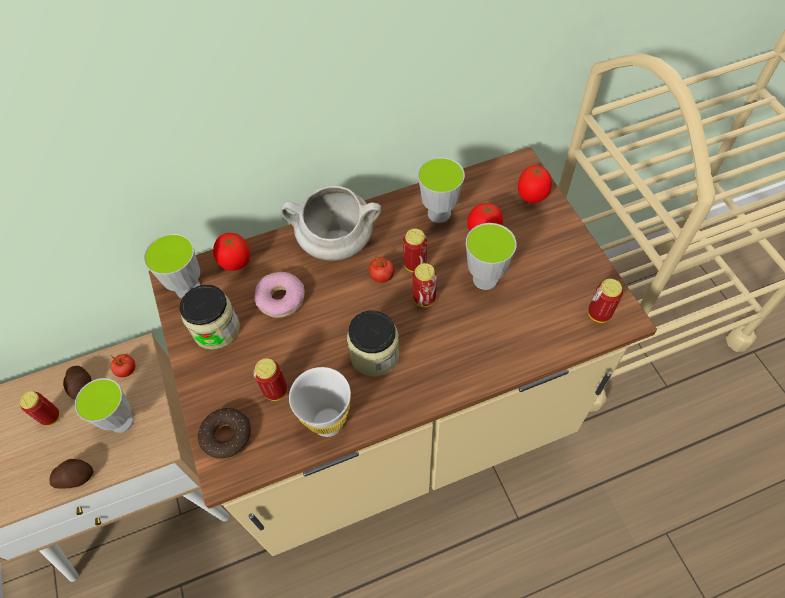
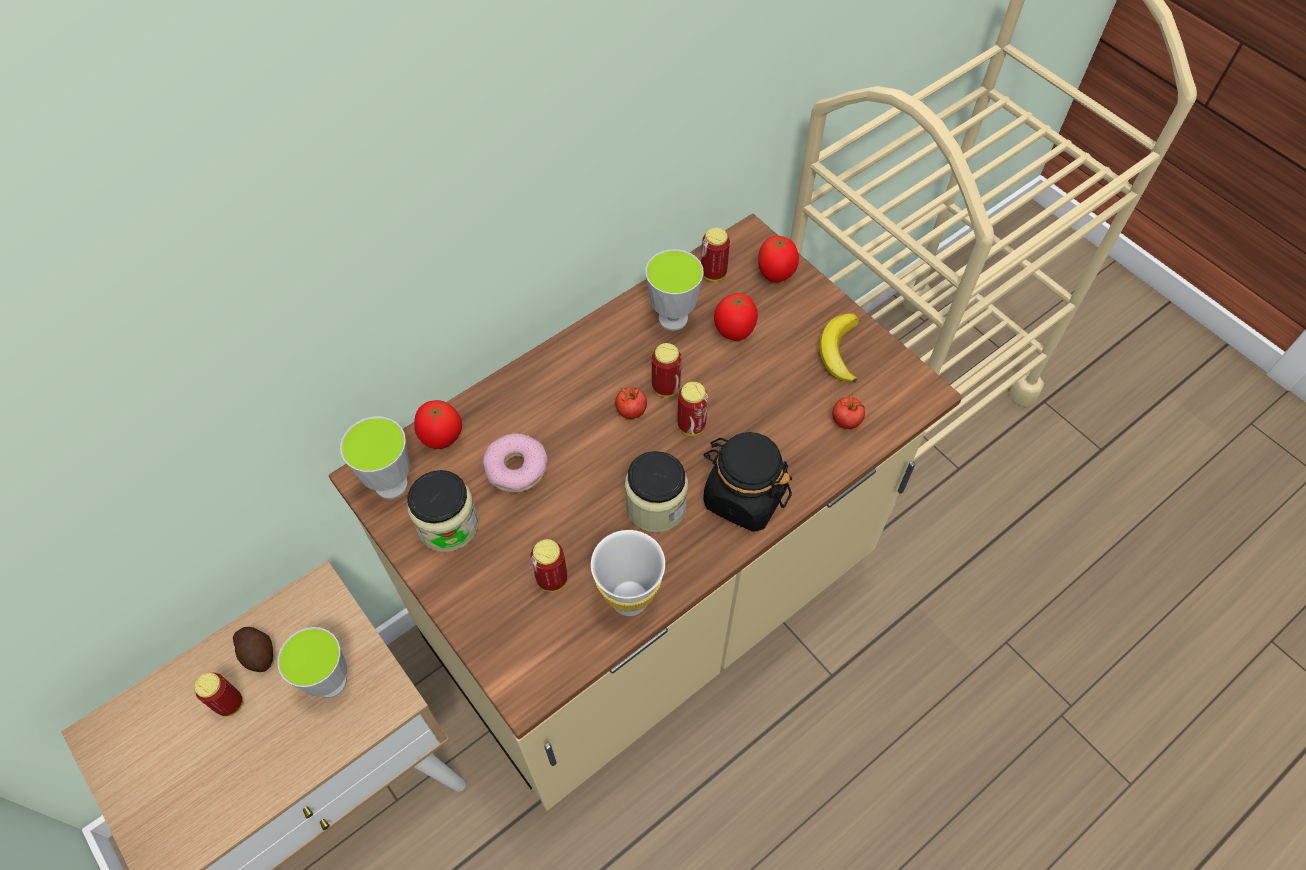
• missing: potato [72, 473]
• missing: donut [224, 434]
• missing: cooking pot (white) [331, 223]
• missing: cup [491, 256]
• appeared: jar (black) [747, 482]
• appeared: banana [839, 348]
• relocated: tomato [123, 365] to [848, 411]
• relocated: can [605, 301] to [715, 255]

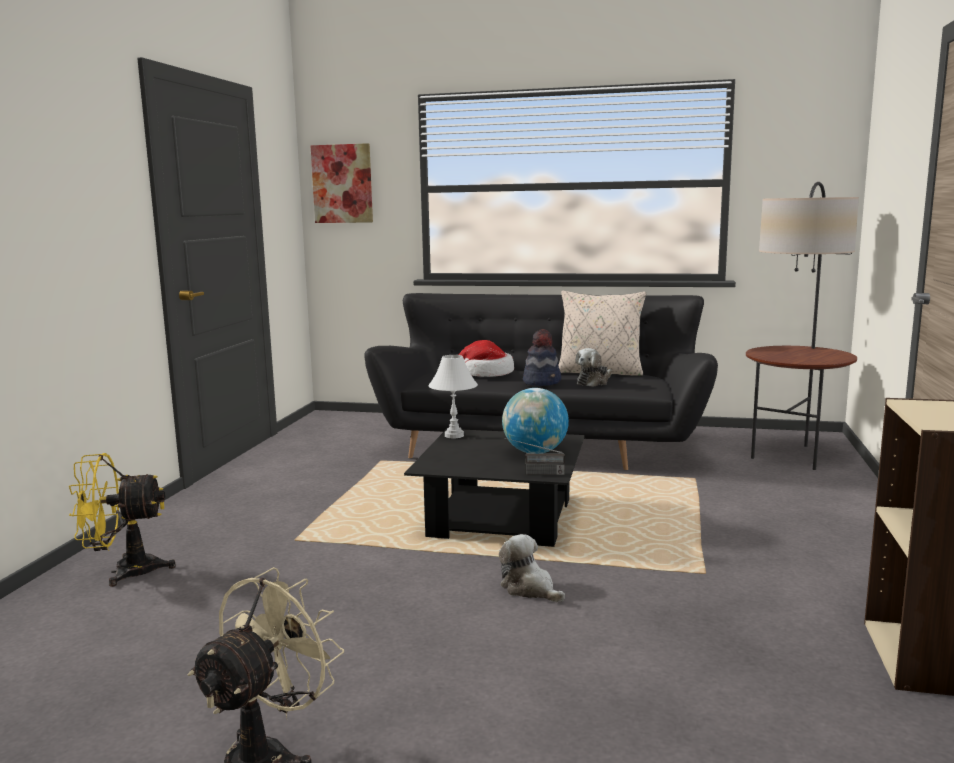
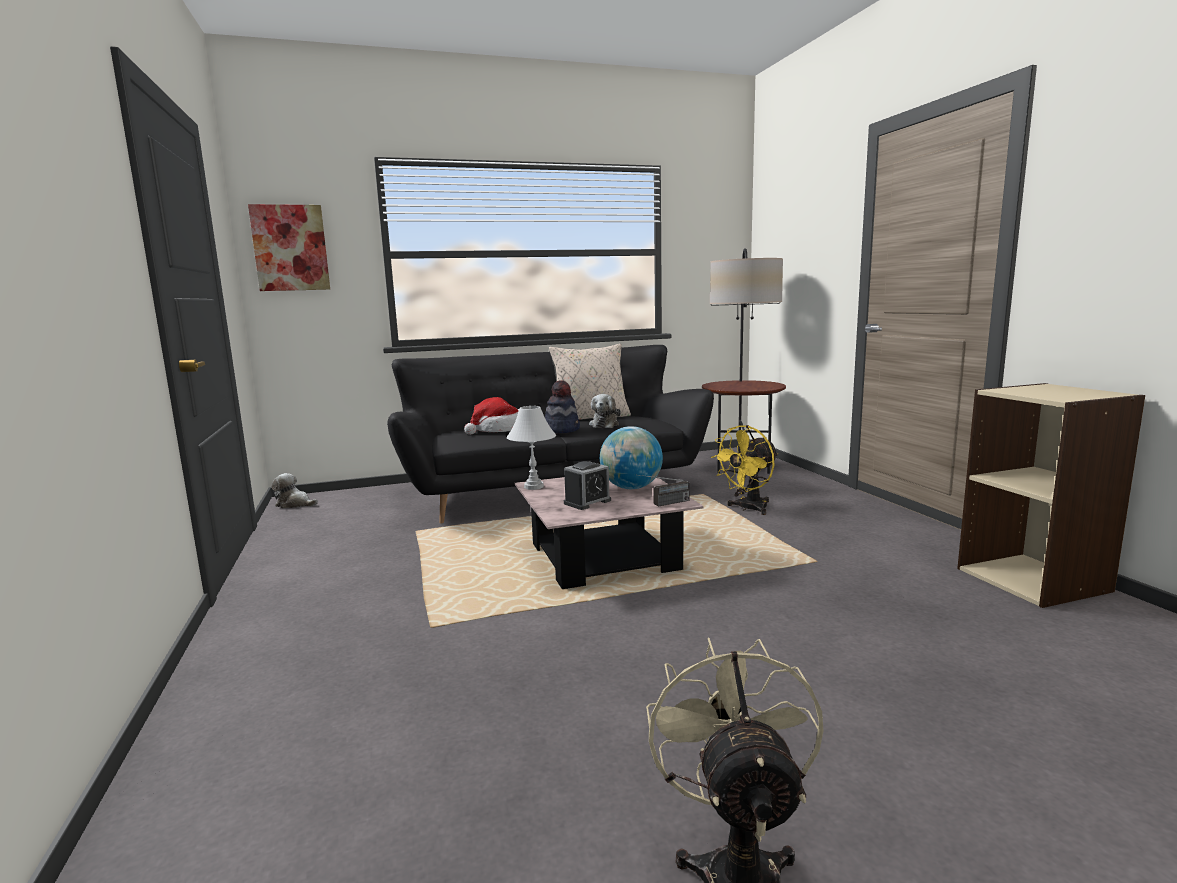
• appeared: alarm clock [587, 485]
• relocated: fan (yellow) [122, 520] to [744, 470]
• relocated: plush toy [532, 568] to [295, 491]
• colour: coffee table (black) [494, 488] to coffee table (pink) [609, 533]

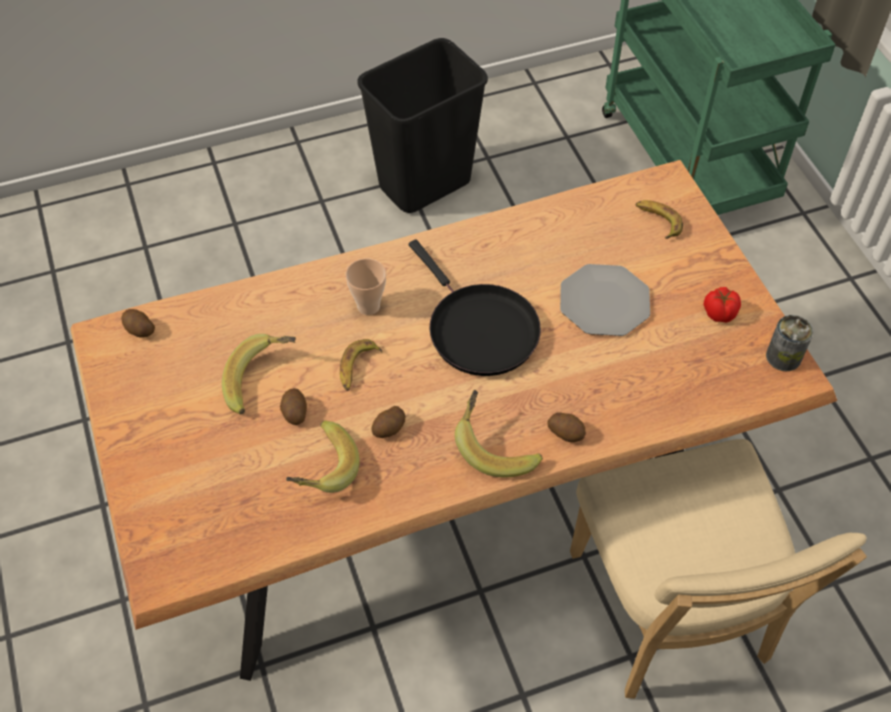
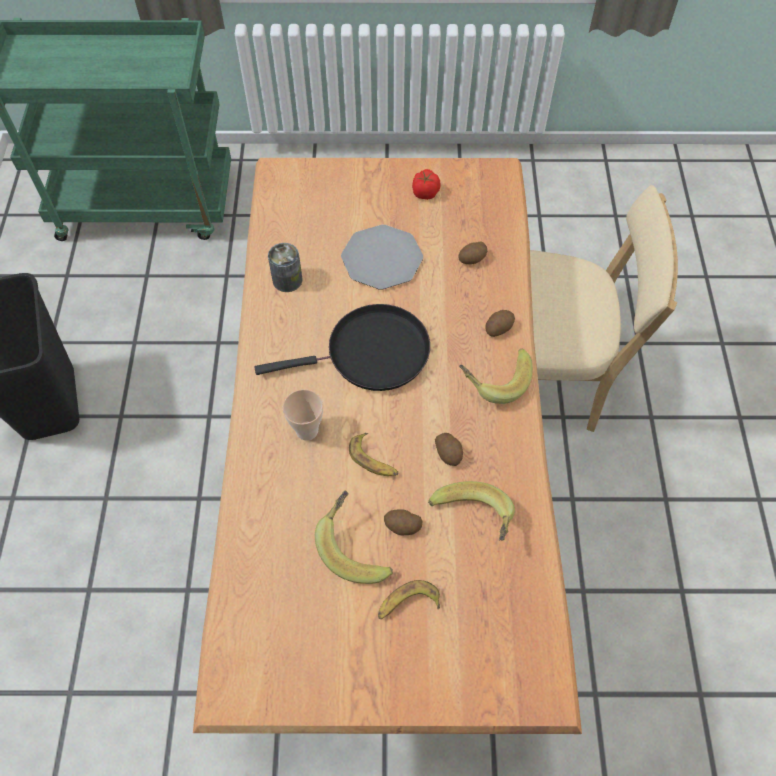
• relocated: potato [138, 323] to [472, 252]
• relocated: banana [659, 219] to [409, 599]
• relocated: can [789, 343] to [285, 267]

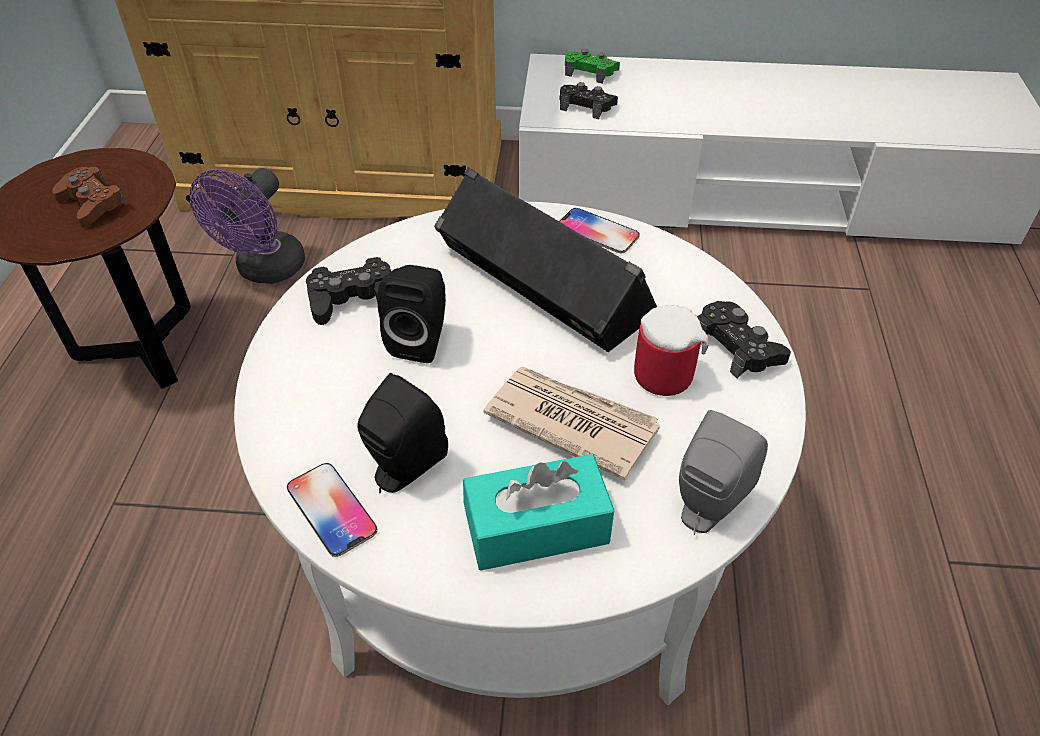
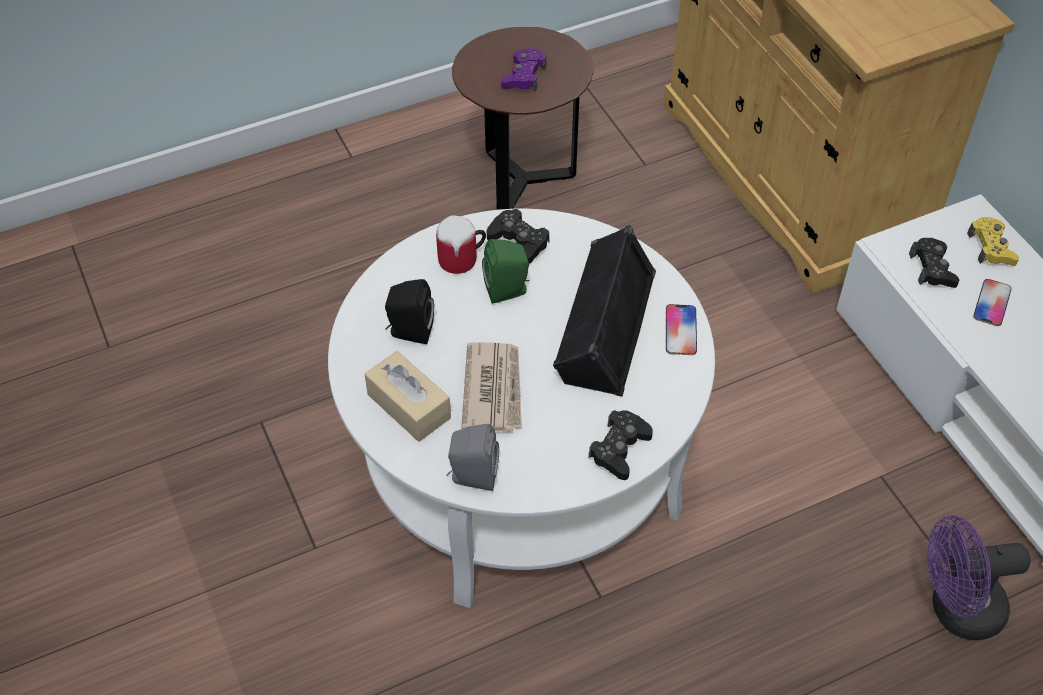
• relocated: fan (purple) [247, 226] to [978, 577]
• relocated: phone [332, 510] to [992, 302]
• relocated: mug [671, 350] to [461, 244]
• colour: game controller (brown) [89, 197] to game controller (purple) [523, 70]
• colour: speaker (black) [411, 314] to speaker (green) [506, 271]
• colour: tissue box (turquoise) [538, 512] to tissue box (beige) [408, 396]
• colour: game controller (green) [592, 66] to game controller (yellow) [993, 241]

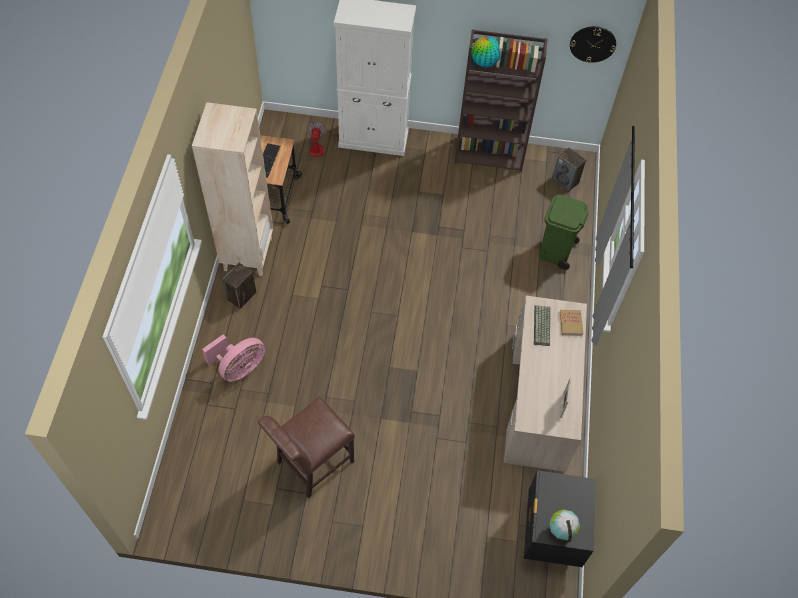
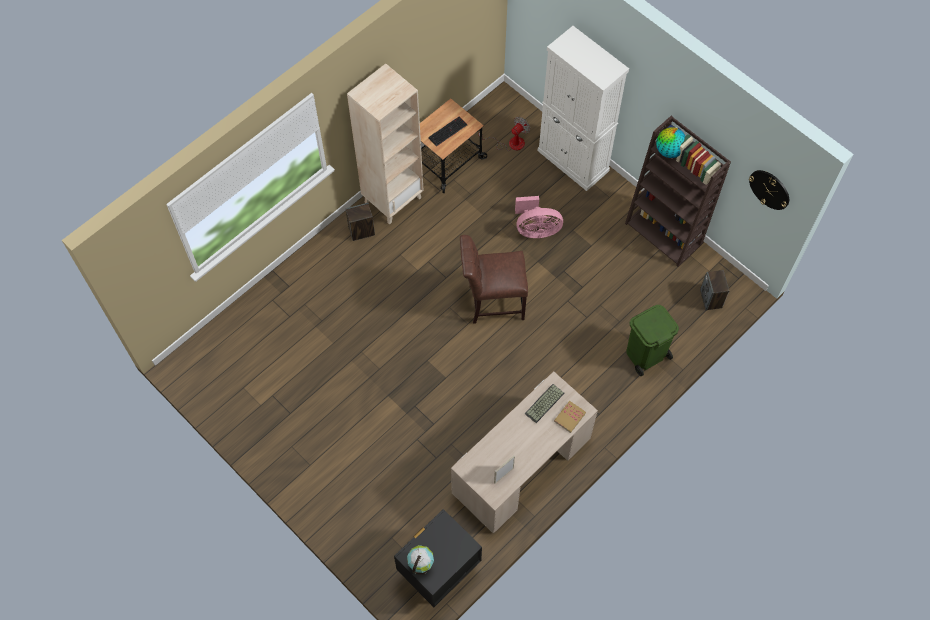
• relocated: fan (pink) [233, 358] to [539, 217]
• relocated: chair (brown) [306, 447] to [494, 279]

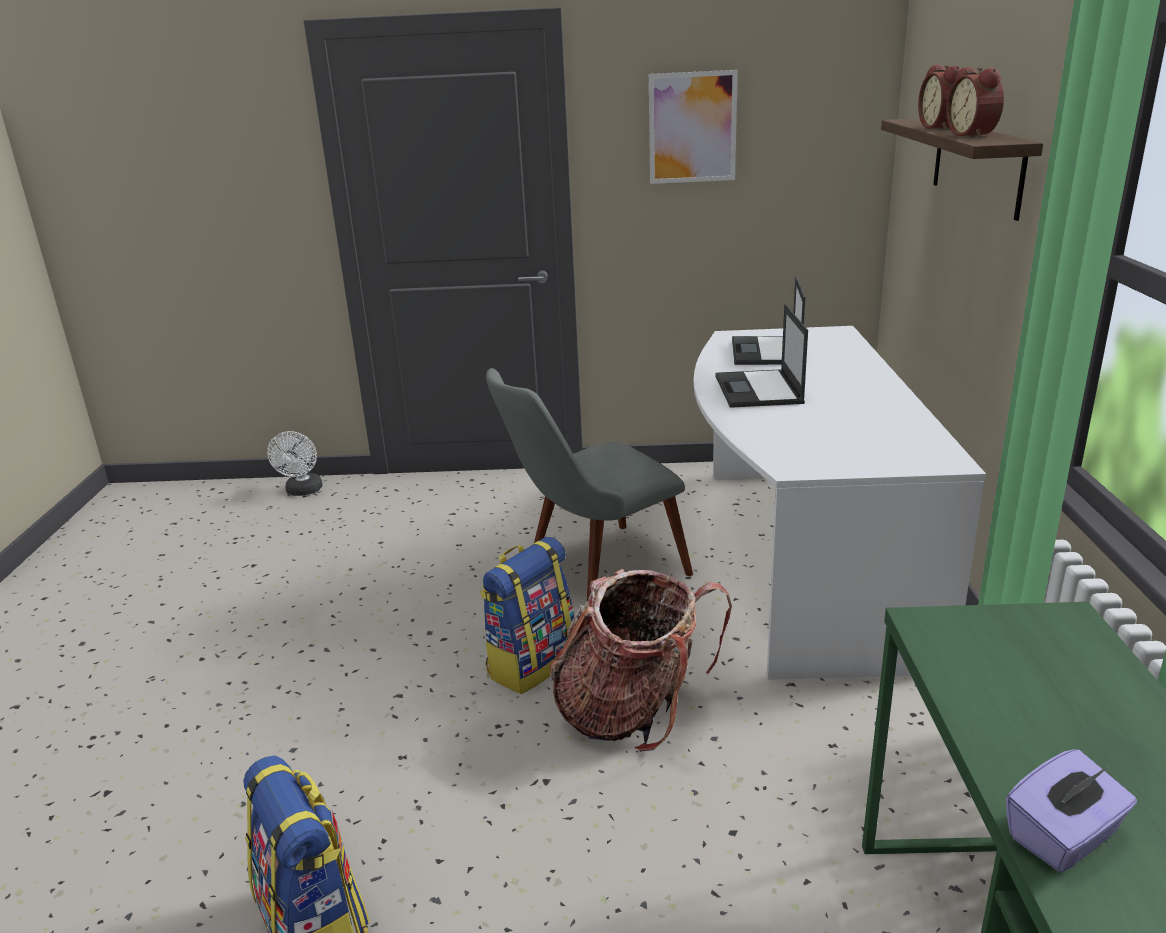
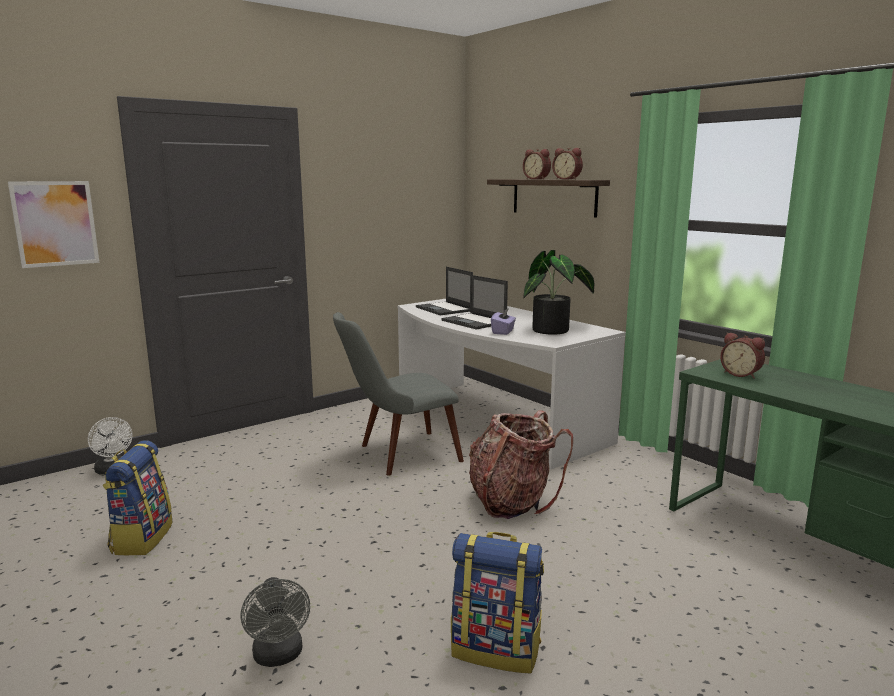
• appeared: fan (grey) [275, 622]
• appeared: potted plant [559, 292]
• appeared: alarm clock [742, 355]
• relocated: backpack [527, 615] to [138, 497]
• relocated: picture [693, 127] to [54, 224]
• relocated: tissue box (purple) [1071, 810] to [503, 321]
• spun: chair (grey) [589, 484] = [398, 394] 45 degrees clockwise

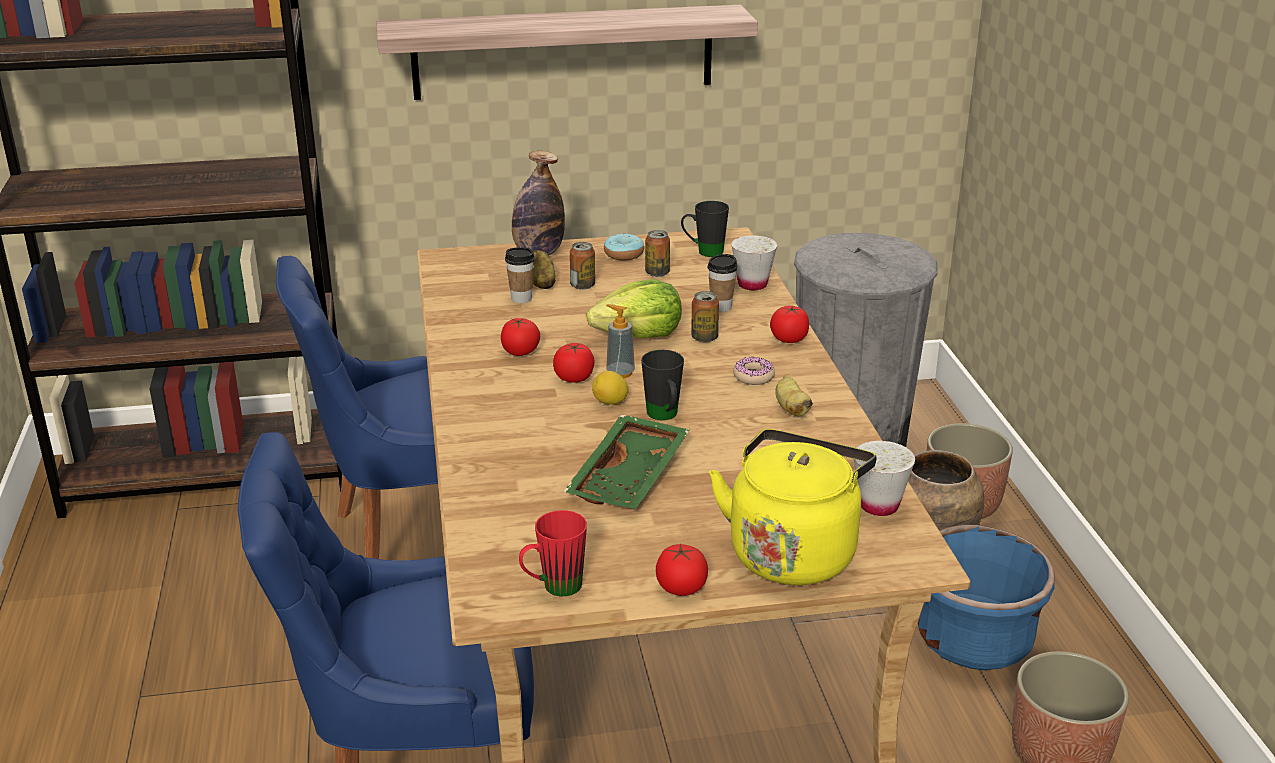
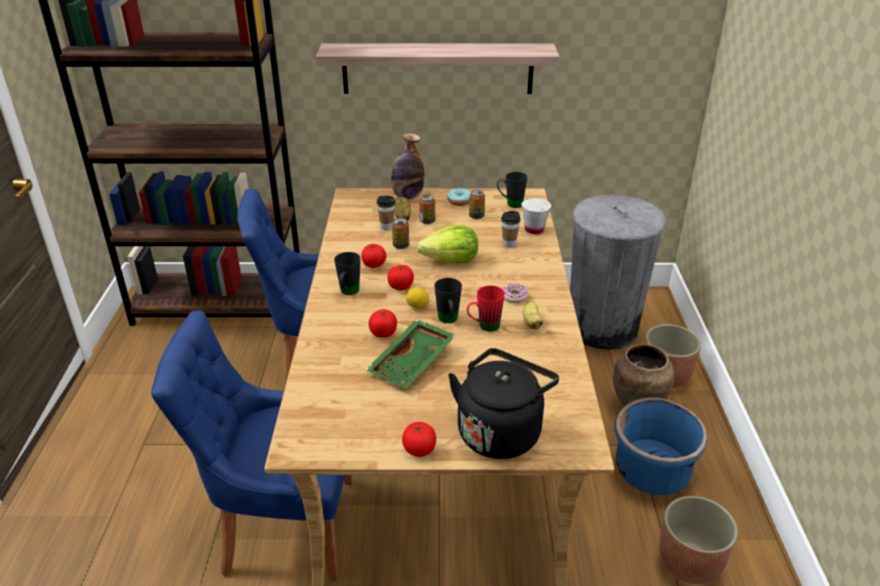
• missing: soap dispenser [620, 341]
• missing: cup (white) [884, 478]
• appeared: mug (black) [347, 273]
• relocated: mug (red) [553, 553] to [486, 308]
• relocated: can [705, 316] to [400, 233]
• relocated: tomato [789, 324] to [382, 323]
• colour: kettle (yellow) [792, 507] to kettle (black) [503, 403]

